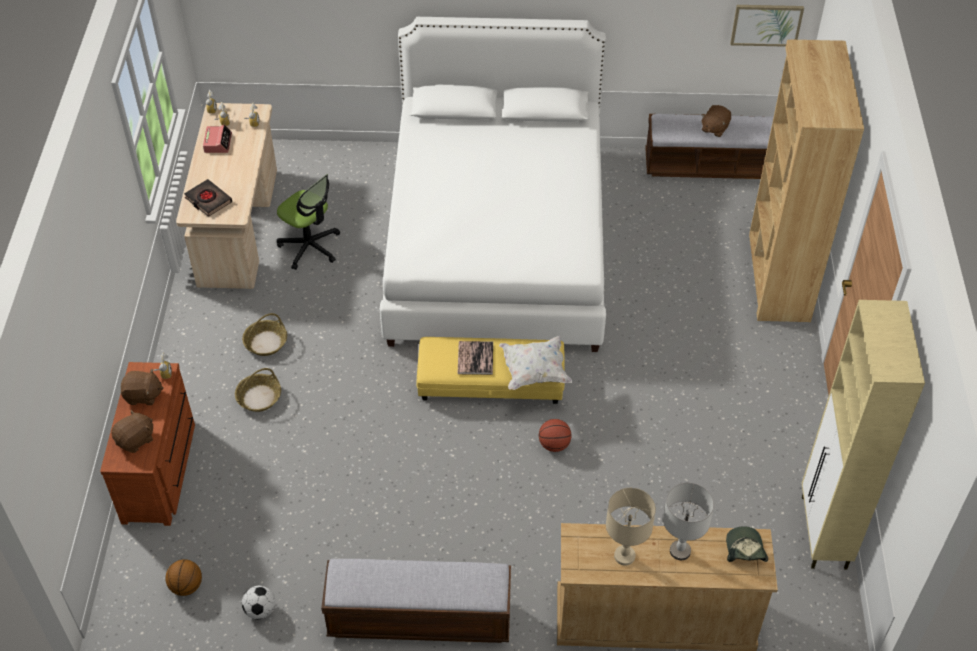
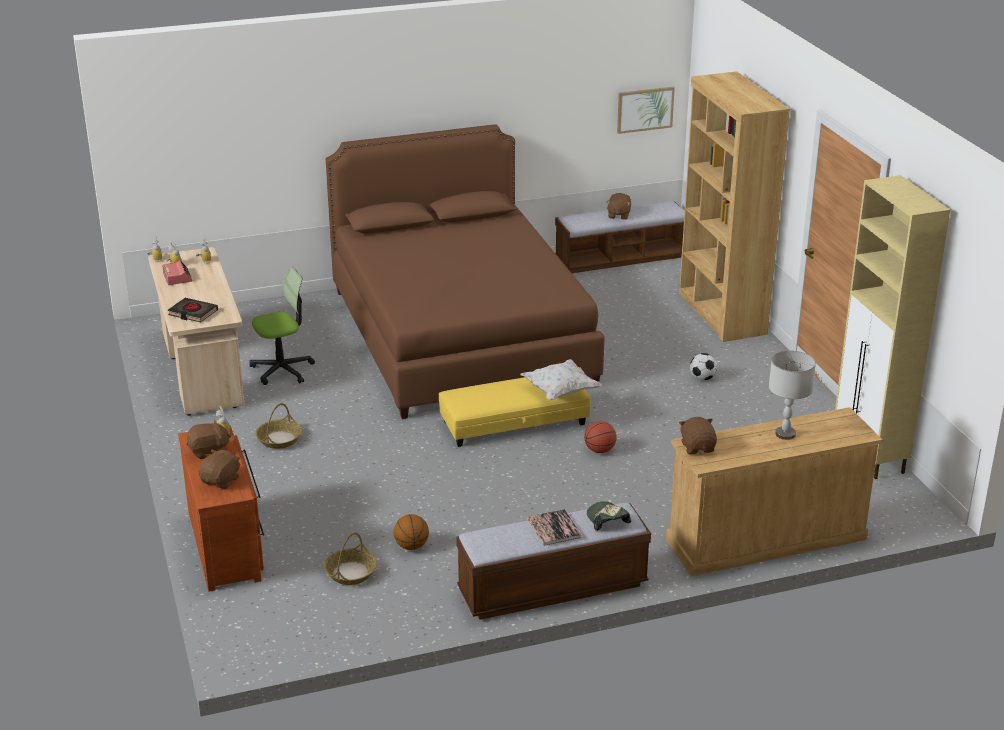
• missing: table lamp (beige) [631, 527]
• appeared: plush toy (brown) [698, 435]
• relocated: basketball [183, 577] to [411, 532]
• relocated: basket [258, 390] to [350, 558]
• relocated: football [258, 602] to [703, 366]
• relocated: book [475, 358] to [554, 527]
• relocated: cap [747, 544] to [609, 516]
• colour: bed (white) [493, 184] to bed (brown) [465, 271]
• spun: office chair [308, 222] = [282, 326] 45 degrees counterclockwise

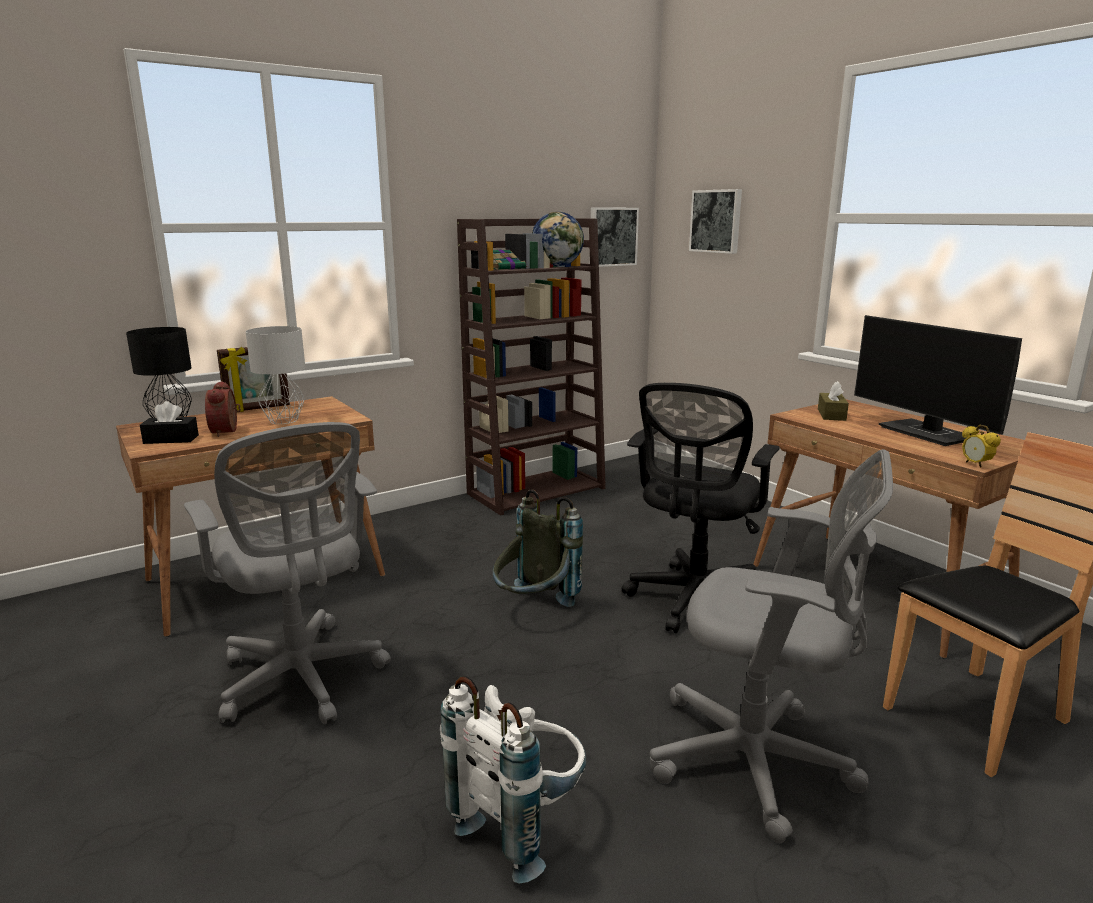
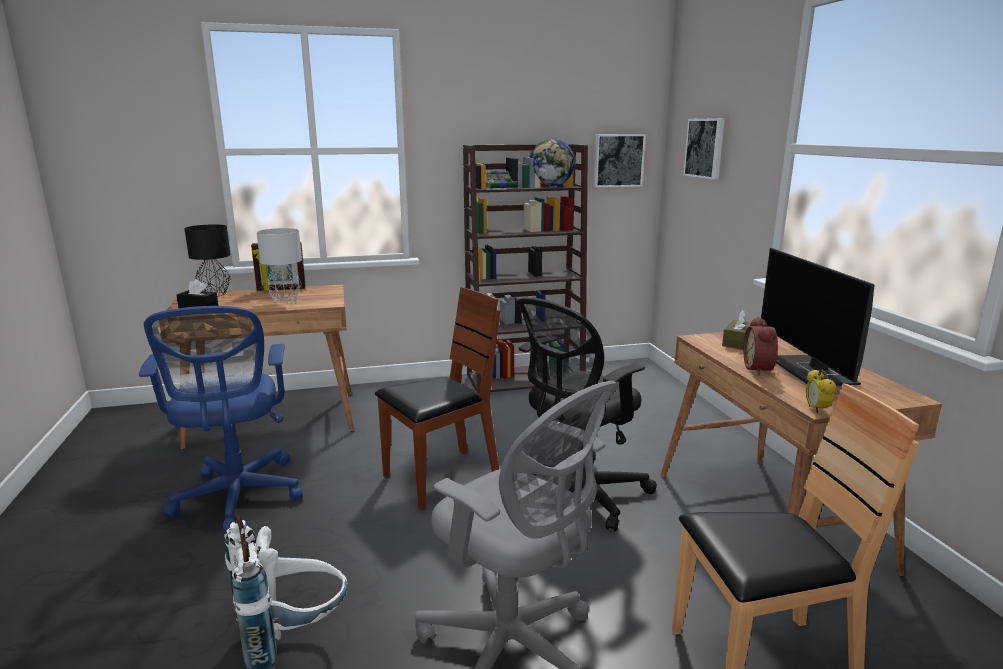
• relocated: alarm clock [223, 409] to [760, 346]
• exchanged: backpack (grey) [537, 548] to chair (brown) [437, 398]
• colour: office chair (grey) [287, 573] to office chair (blue) [221, 419]

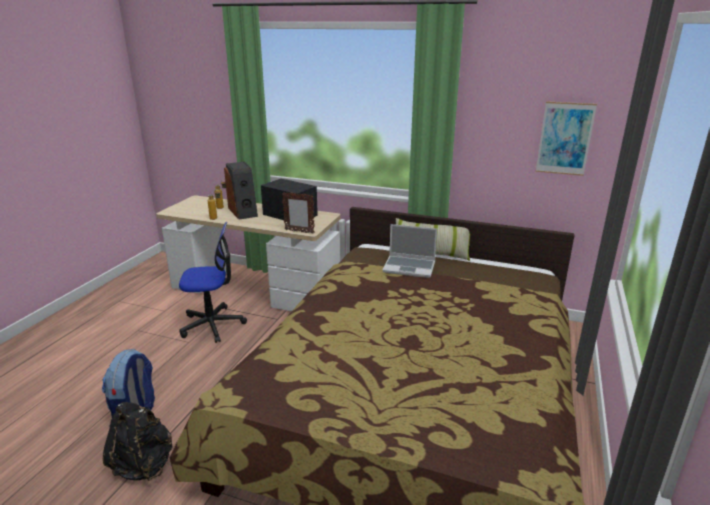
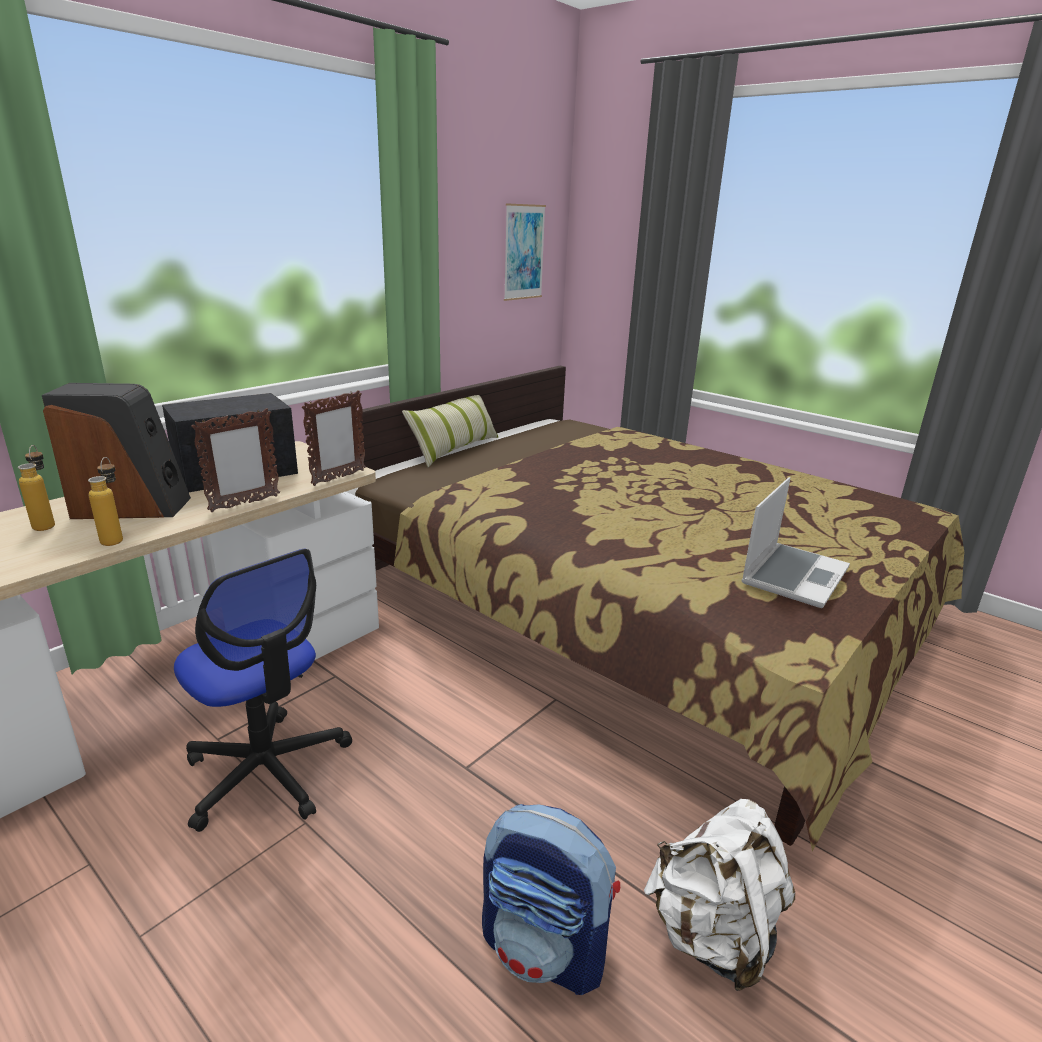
• appeared: picture frame [235, 460]
• relocated: laptop [409, 251] to [795, 542]
• colour: backpack (black) [138, 441] to backpack (white) [719, 895]
• spun: office chair [213, 282] = [263, 690] 120 degrees clockwise

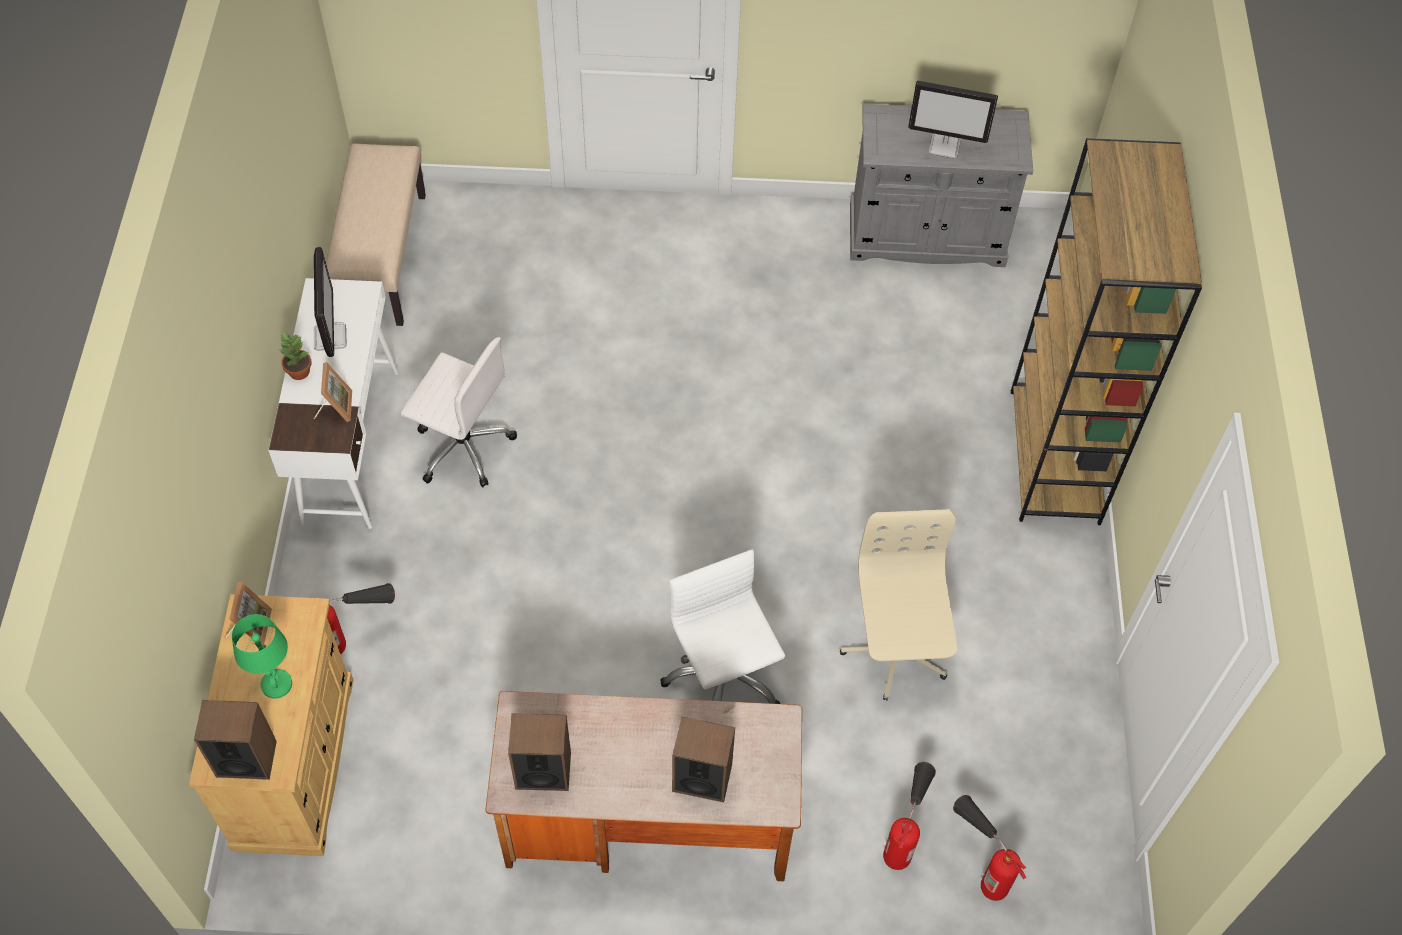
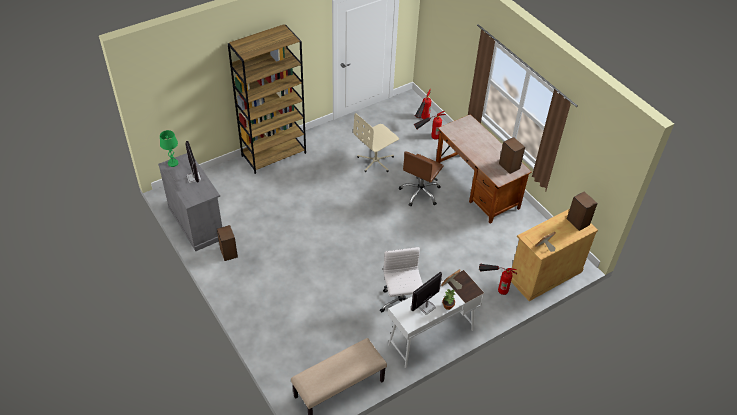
• relocated: table lamp (green) [262, 656] to [169, 148]
• relocated: speaker [703, 760] to [227, 243]
• colour: office chair (white) [722, 627] to office chair (brown) [421, 178]

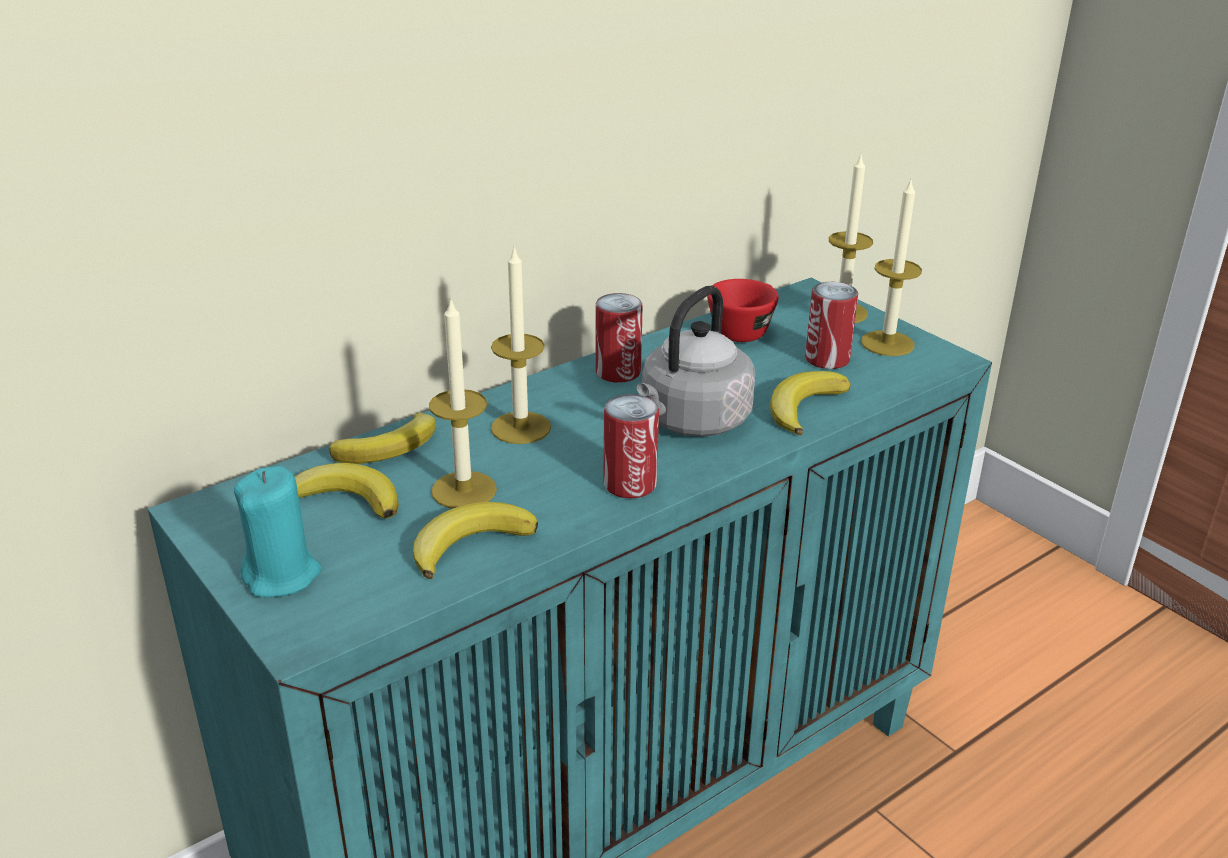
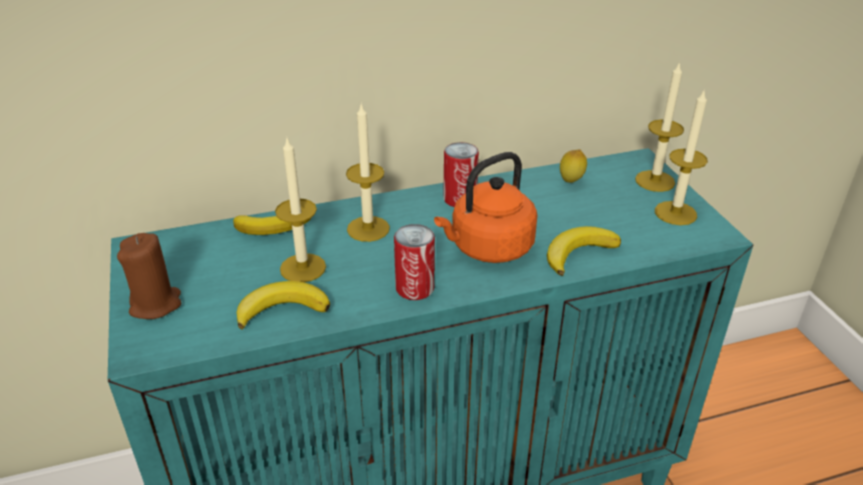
• missing: banana [347, 491]
• missing: can [831, 325]
• exchanged: cup (red) [743, 310] to lemon [573, 166]
• colour: candle (turquoise) [278, 532] to candle (brown) [149, 276]
• colour: kettle (grey) [696, 361] to kettle (orange) [486, 207]

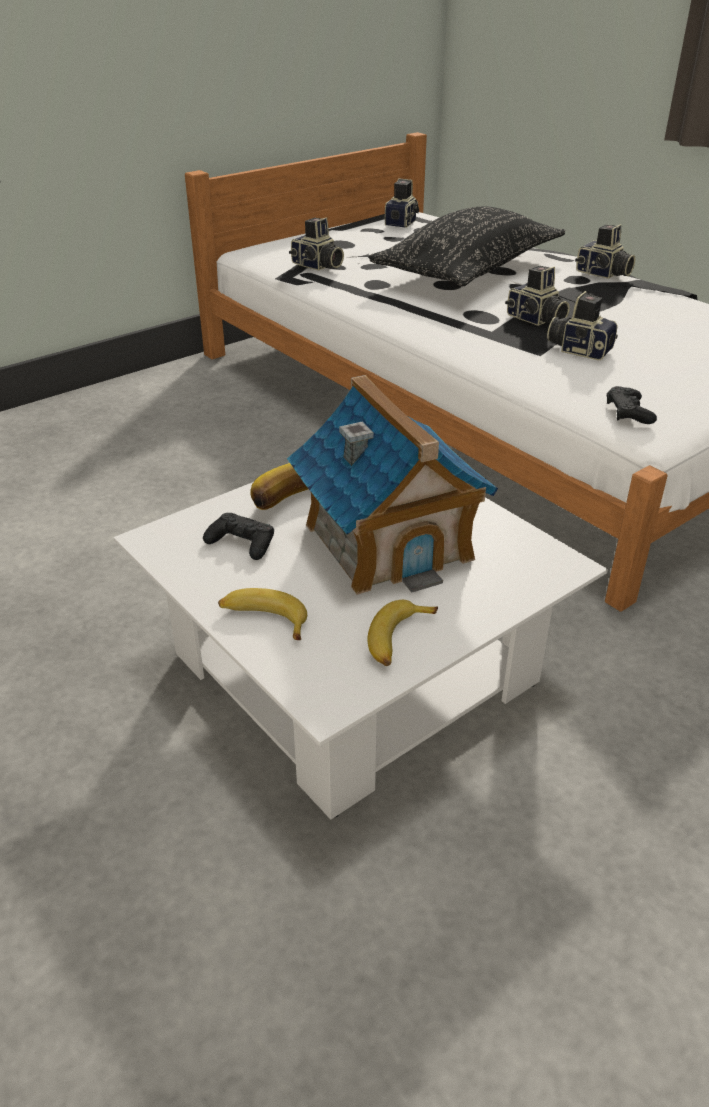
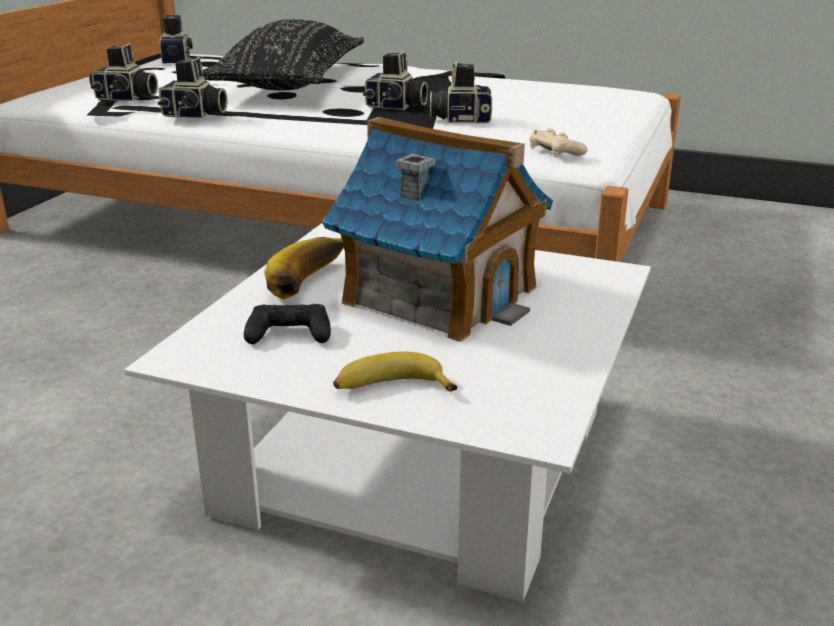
• missing: banana [403, 633]
• relocated: photo camera [605, 251] to [192, 87]
• colour: game controller (black) [632, 405] to game controller (beige) [558, 142]

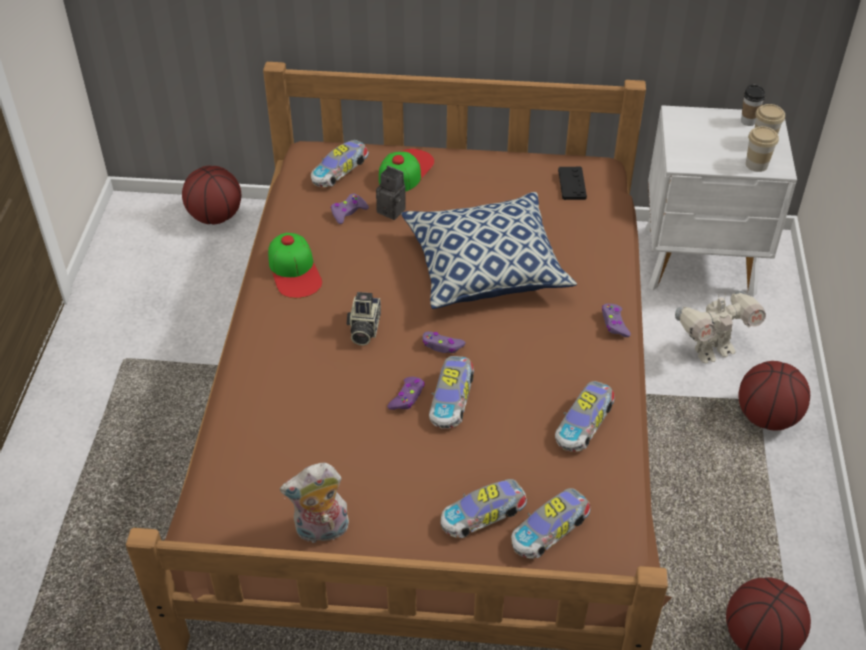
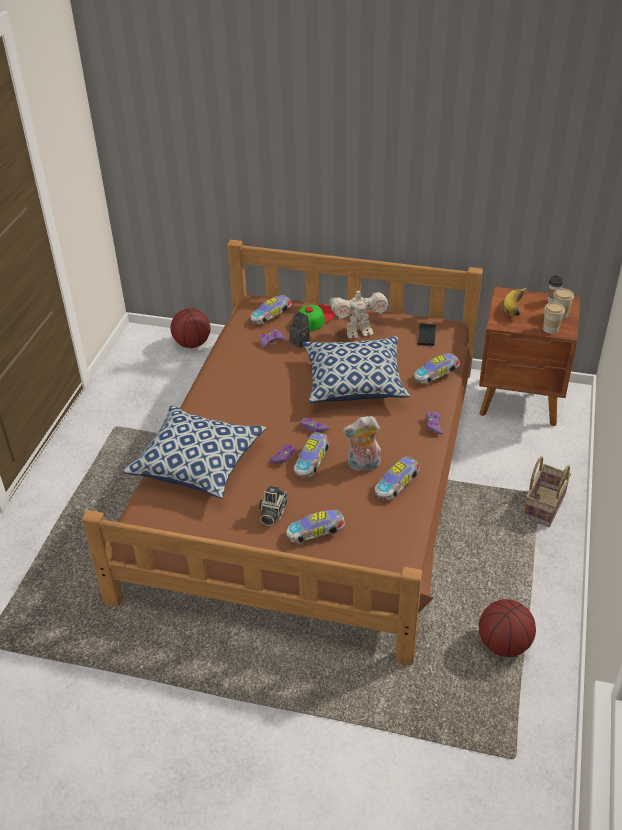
• missing: cap [295, 265]
• appeared: pillow [194, 451]
• appeared: banana [515, 302]
• relocated: plush toy [314, 503] to [361, 444]
• relocated: photo camera [364, 318] to [273, 506]
• relocated: toy car [551, 523] to [437, 368]
• relocated: toy robot [720, 327] to [358, 312]
• exchanged: basketball [774, 395] to basket [547, 491]
• colour: nightstand (white) [721, 201] to nightstand (brown) [529, 356]

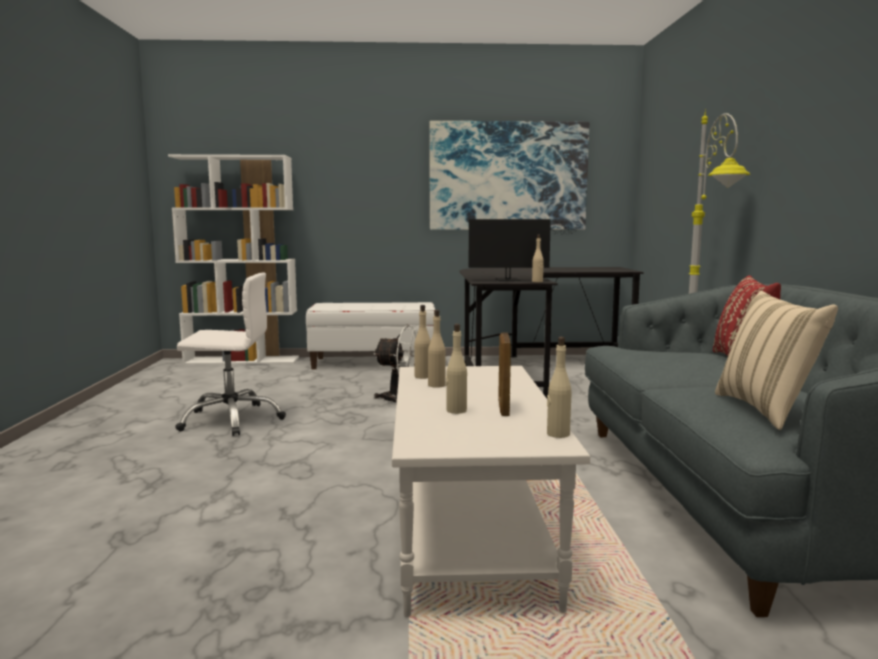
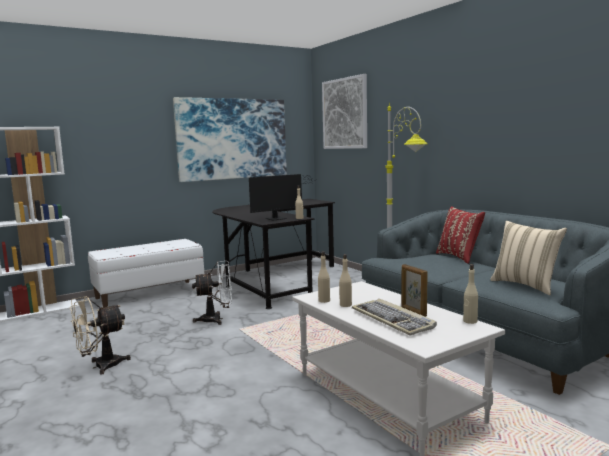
• appeared: picture [344, 111]
• exchanged: office chair (white) [230, 354] to fan (beige) [100, 335]
• exchanged: bottle (beige) [456, 369] to keyboard [394, 317]

